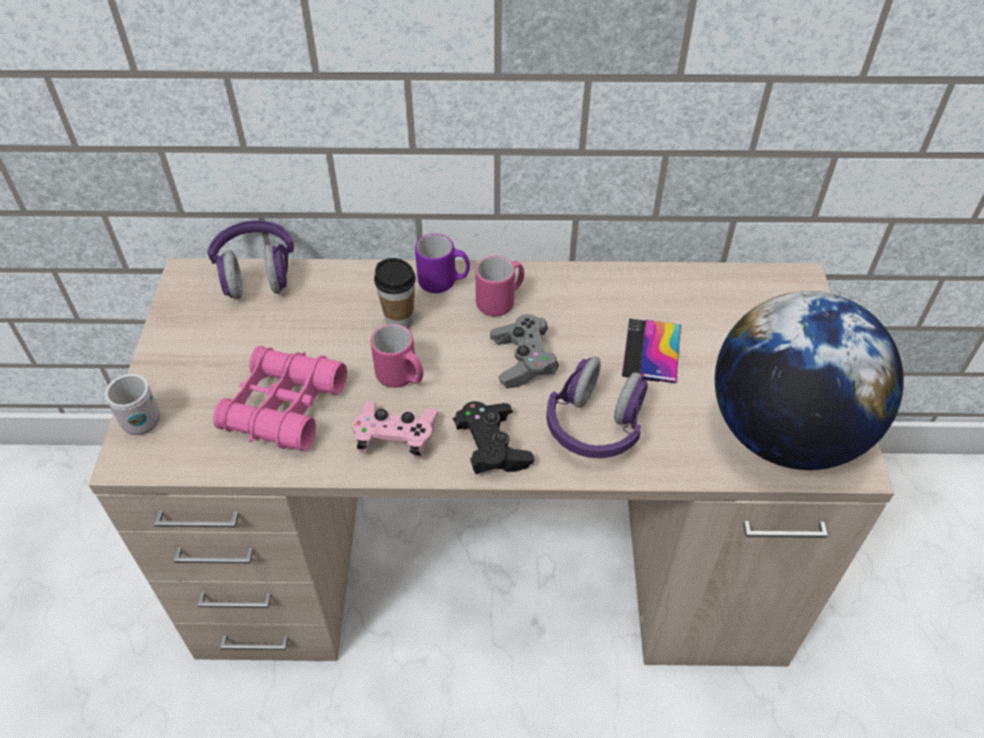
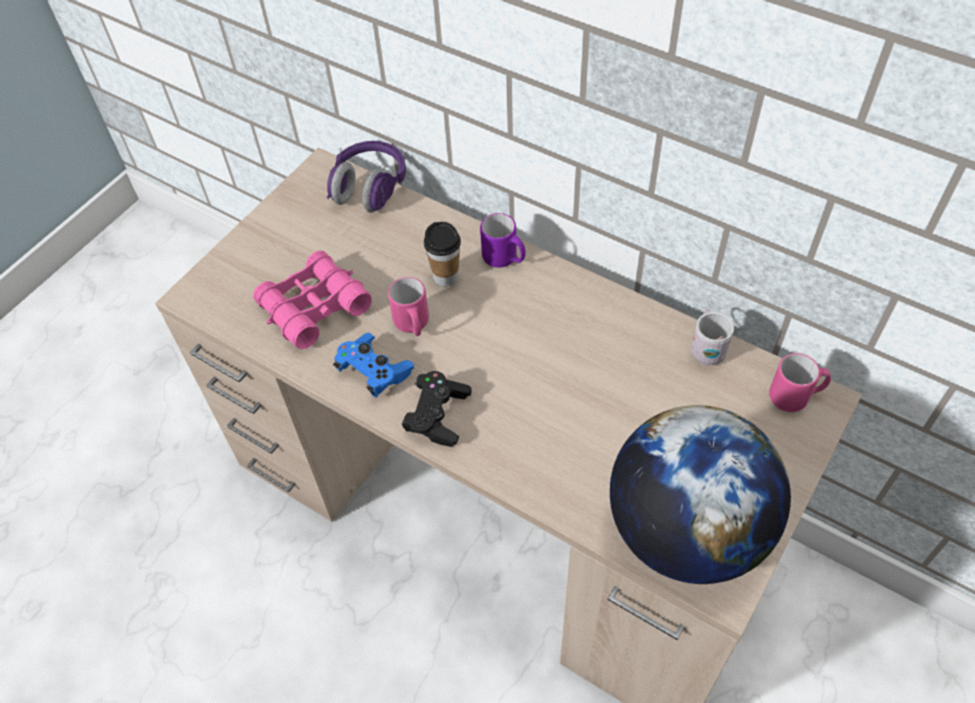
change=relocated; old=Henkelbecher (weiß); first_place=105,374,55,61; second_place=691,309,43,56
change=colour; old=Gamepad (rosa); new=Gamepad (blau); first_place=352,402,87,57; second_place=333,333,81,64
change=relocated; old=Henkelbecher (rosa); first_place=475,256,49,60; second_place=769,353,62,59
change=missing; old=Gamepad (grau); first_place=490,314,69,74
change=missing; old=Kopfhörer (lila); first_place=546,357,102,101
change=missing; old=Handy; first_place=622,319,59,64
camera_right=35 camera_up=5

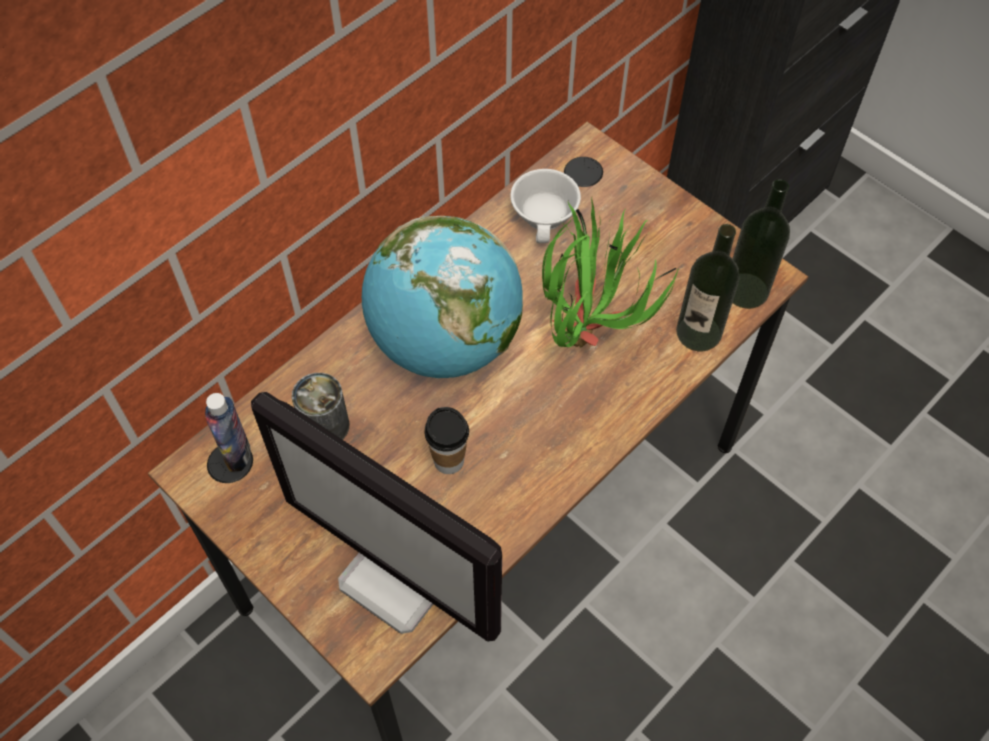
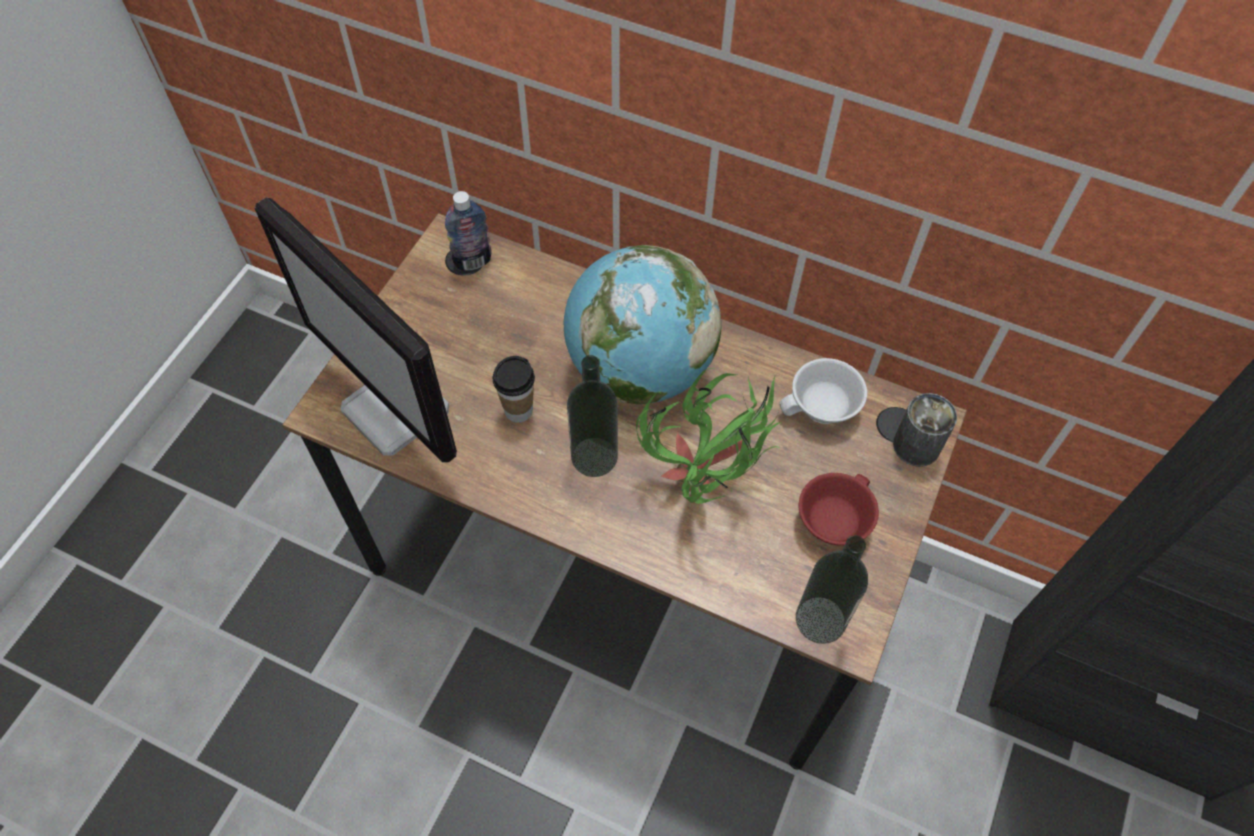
change=spun; old=Monitor; first_place=251,392,251,250; second_place=255,197,202,265; degrees=-60
change=relocated; old=Dose; first_place=292,373,58,67; second_place=893,393,64,74
change=relocated; old=Flasche; first_place=676,224,64,127; second_place=567,355,51,122
change=appeared; new=Tasse (rot); second_place=798,473,81,73
camera_right=70 camera_up=0

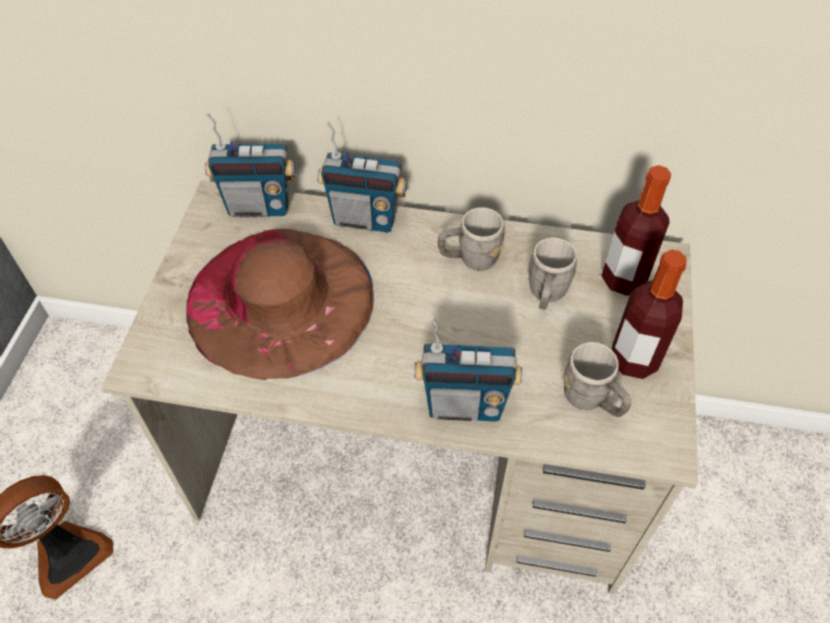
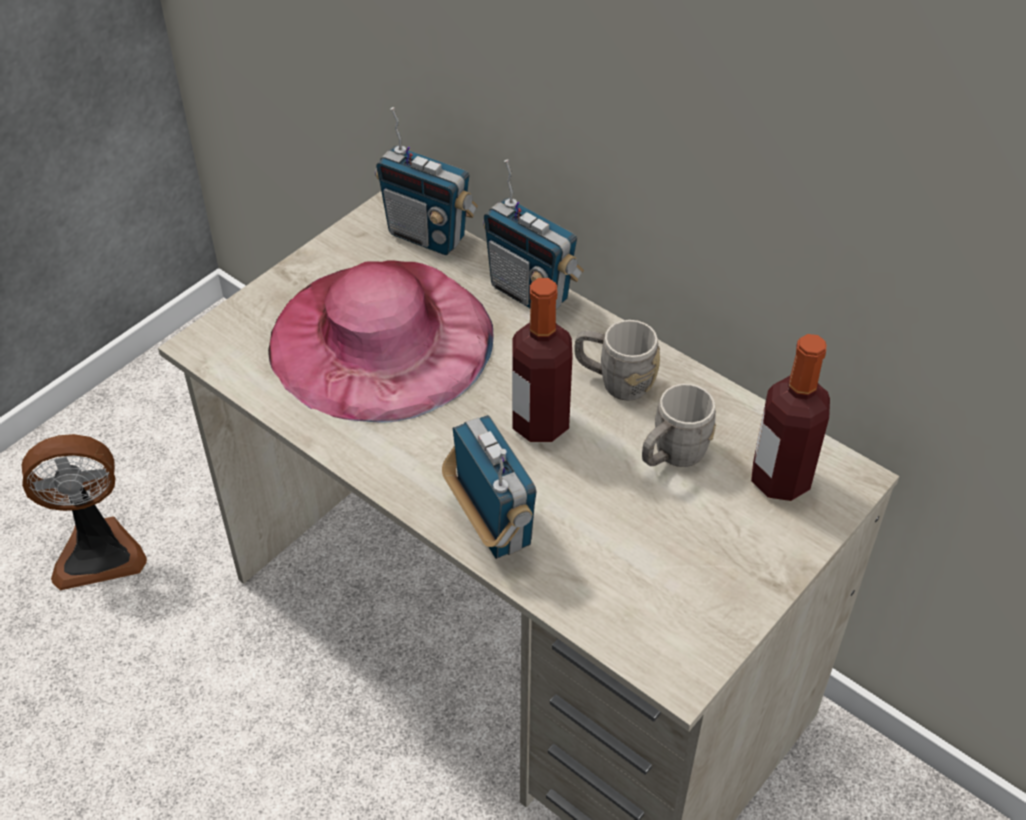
change=colour; old=Hut (braun); new=Hut (rosa); first_place=186,229,188,151; second_place=268,260,225,163
change=spun; old=Radio; first_place=414,316,109,105; second_place=442,415,94,144; degrees=-150
change=missing; old=Henkelbecher (grau); first_place=563,342,68,75
change=relocated; old=Flasche; first_place=612,249,75,130; second_place=512,278,61,164
camera_right=30 camera_up=-5

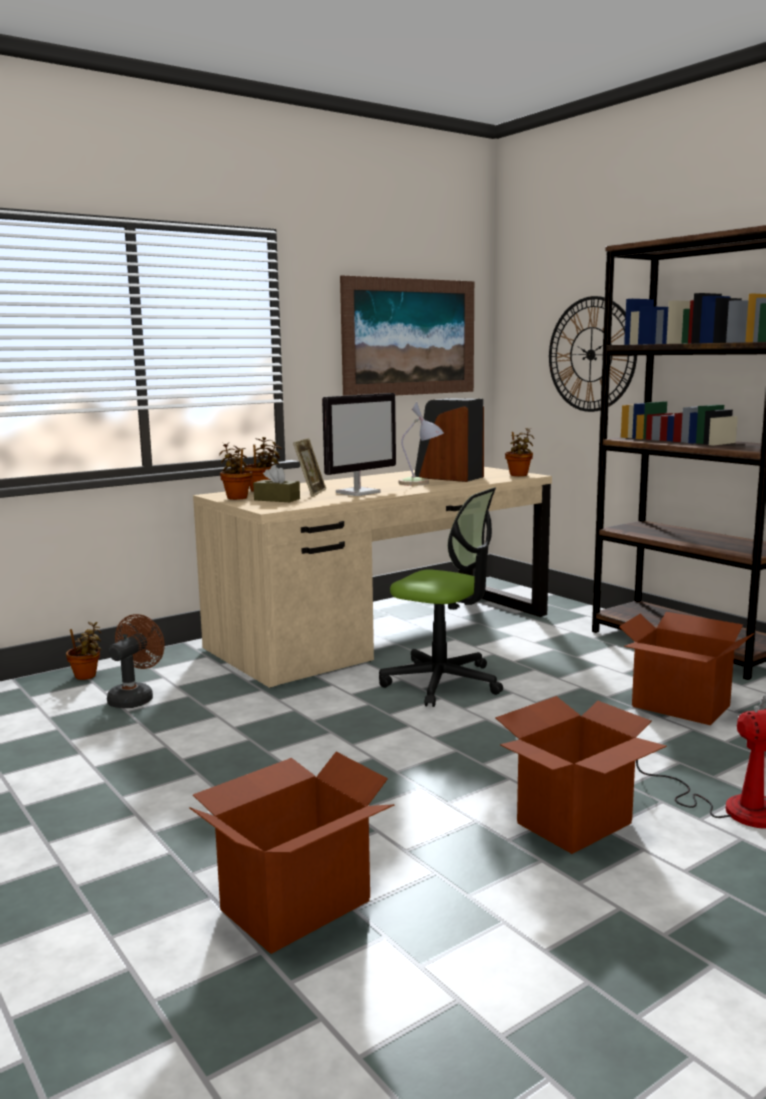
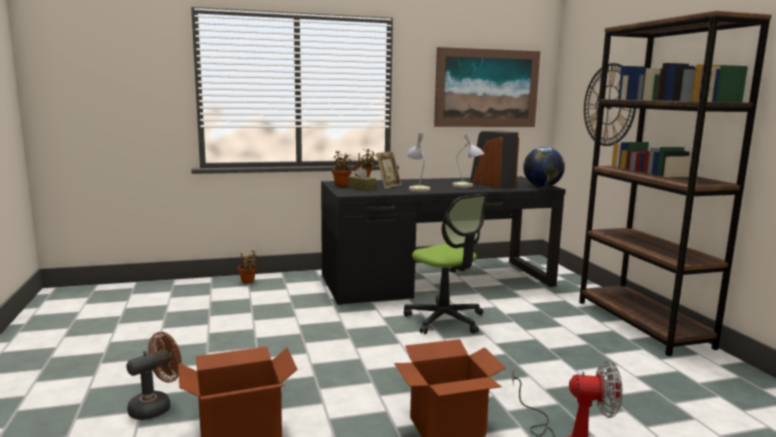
change=relocated; old=Ventilator (braun); first_place=107,614,58,94; second_place=126,332,56,88
change=colour; old=Schreibtisch (beige); new=Schreibtisch (schwarz); first_place=193,467,359,221; second_place=321,176,245,129
change=exchanged; old=Monitor; new=Tischlampe; first_place=322,393,74,103; second_place=407,133,23,59
change=exchanged; old=Topfpflanze; new=Globus; first_place=505,428,29,48; second_place=523,147,42,40
change=missing; old=Karton; first_place=619,612,135,113
camera_right=20 camera_up=0

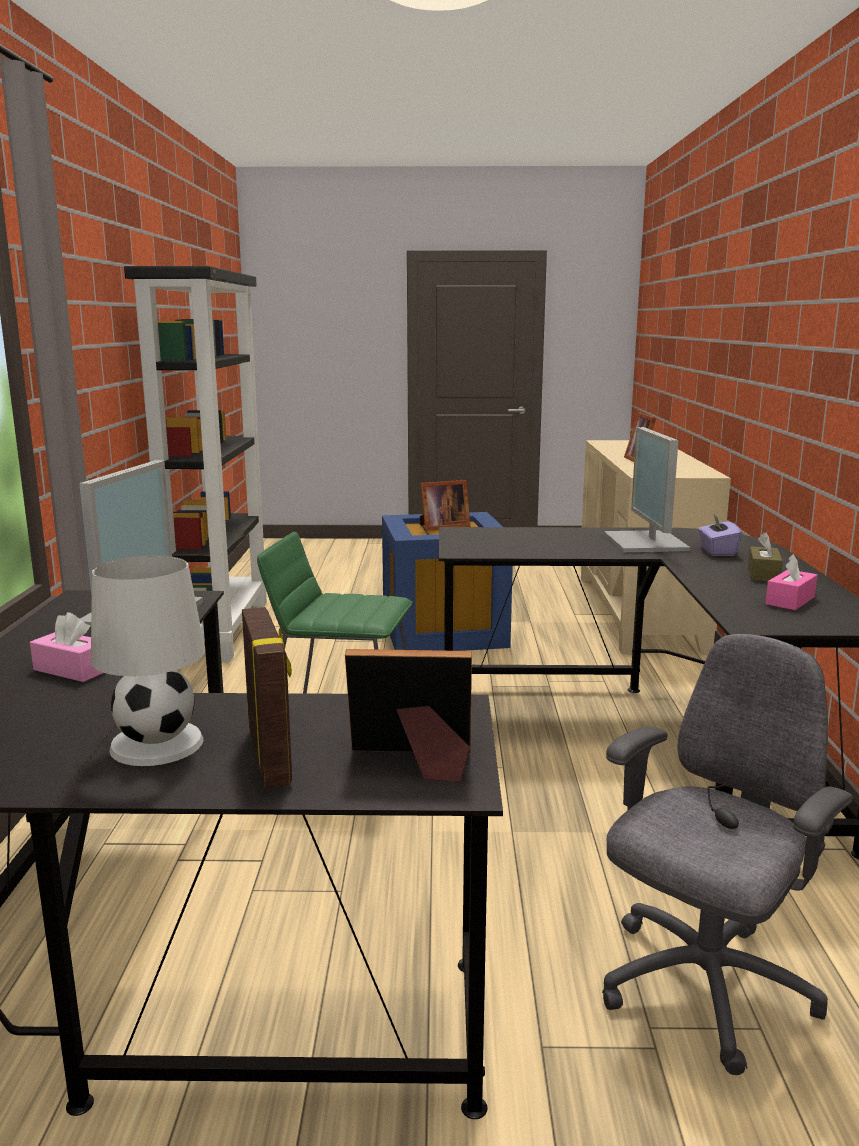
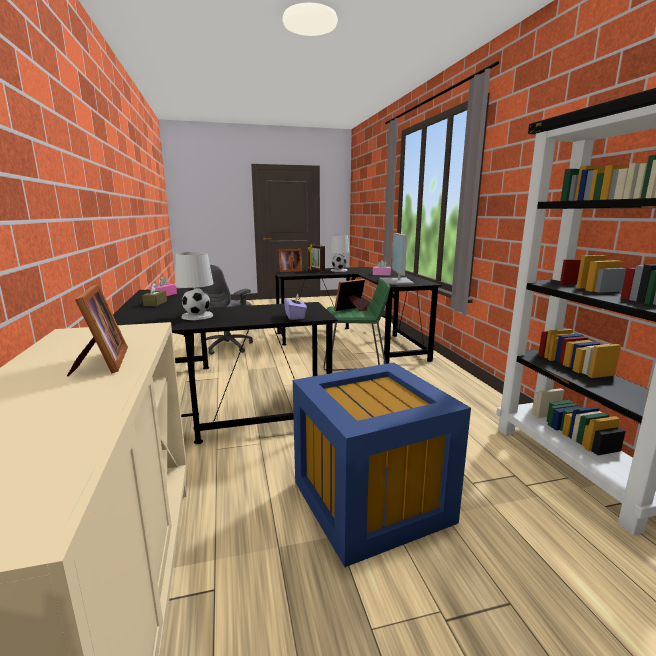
change=relocated; old=Bilderrahmen; first_place=420,480,50,51; second_place=334,279,33,32
change=exchanged; old=Monitor; new=Tischlampe (weiß); first_place=604,427,86,125; second_place=175,252,39,68
change=relocated; old=Taschentuchbox (lila); first_place=698,513,44,43; second_place=284,293,23,27
camera_right=165 camera_up=0

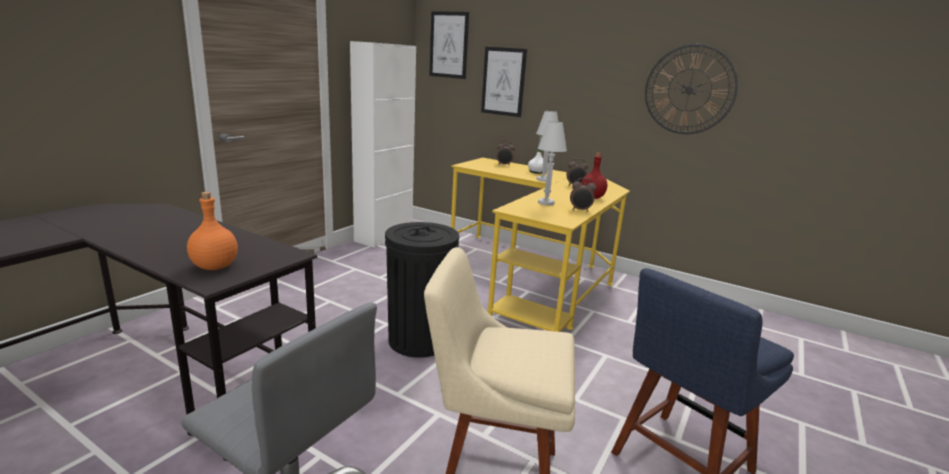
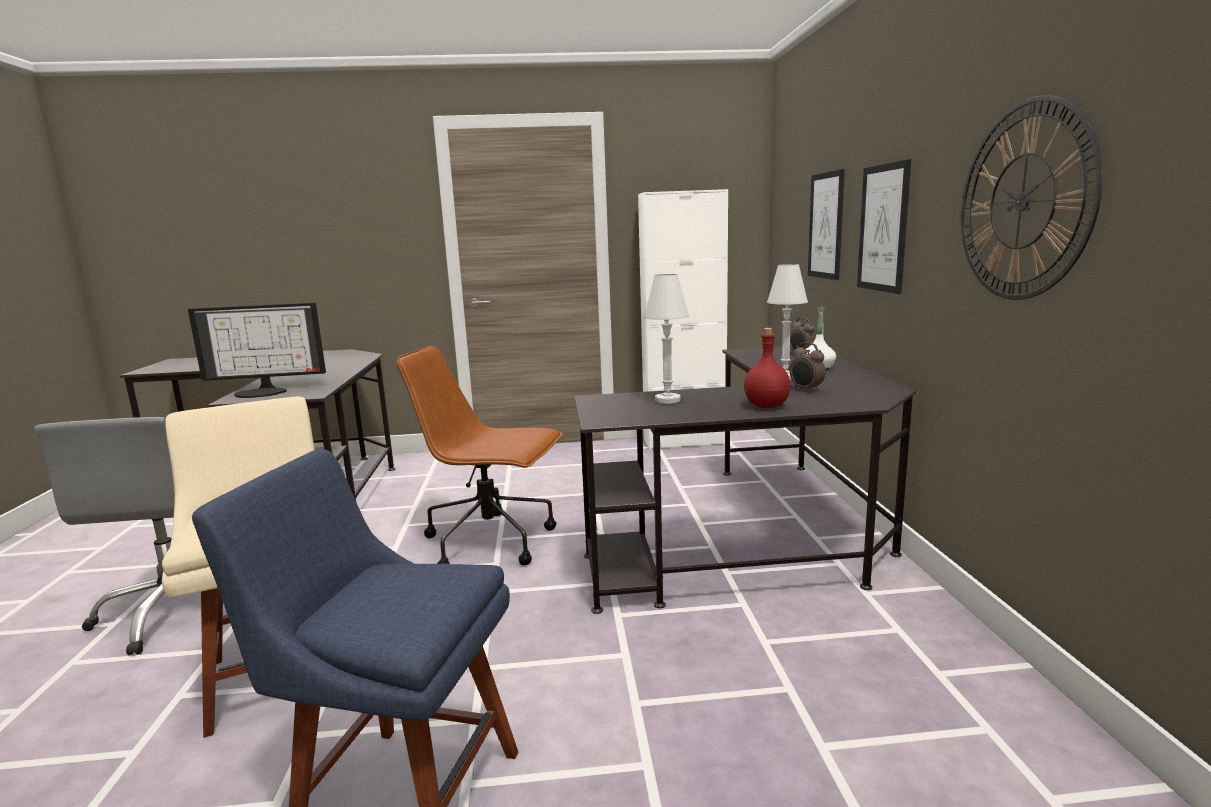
change=exchanged; old=Flasche (orange); new=Monitor; first_place=187,192,51,78; second_place=188,302,138,96
change=exchanged; old=Mülleimer (schwarz); new=Bürostuhl (braun); first_place=385,222,74,136; second_place=396,346,167,220
change=relocated; old=Bild; first_place=429,11,40,68; second_place=857,159,54,135
change=colour; old=Schreibtisch (gelb); new=Schreibtisch (schwarz); first_place=451,158,179,174; second_place=574,347,342,267
change=missing; old=Wecker; first_place=570,178,26,34
camera_right=55 camera_up=-5

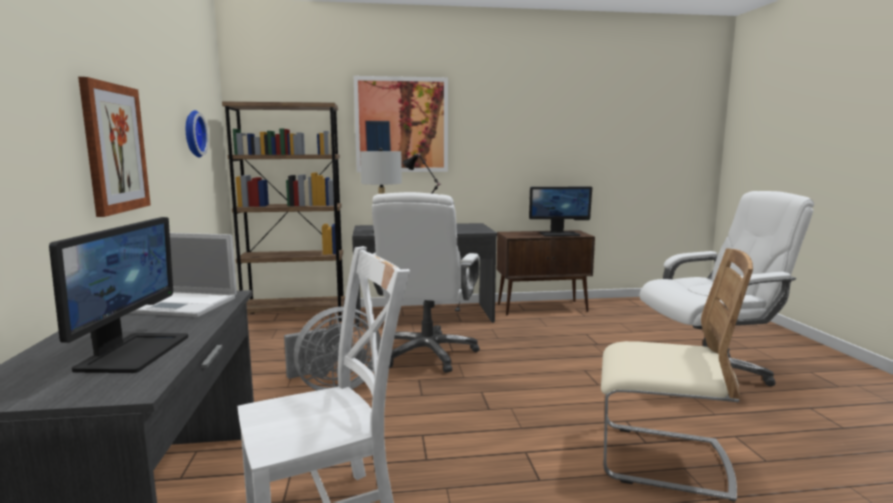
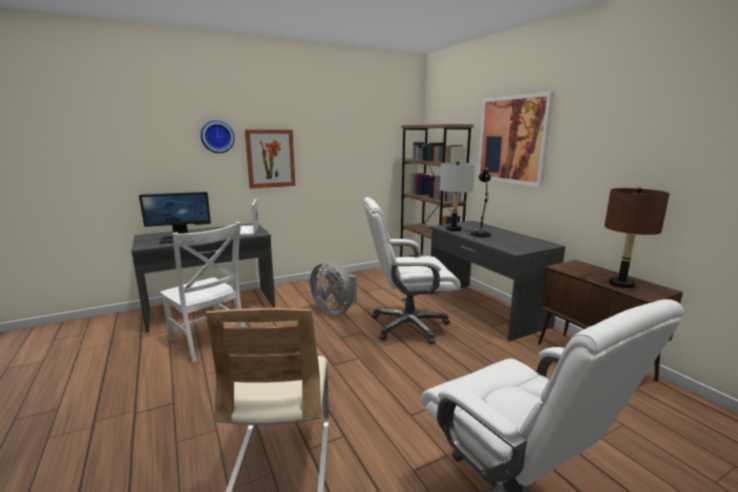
change=relocated; old=Wanduhr; first_place=186,110,22,48; second_place=201,120,34,33
change=exchanged; old=Monitor; new=Tischlampe (braun); first_place=529,187,63,50; second_place=604,187,66,101
camera_right=70 camera_up=5

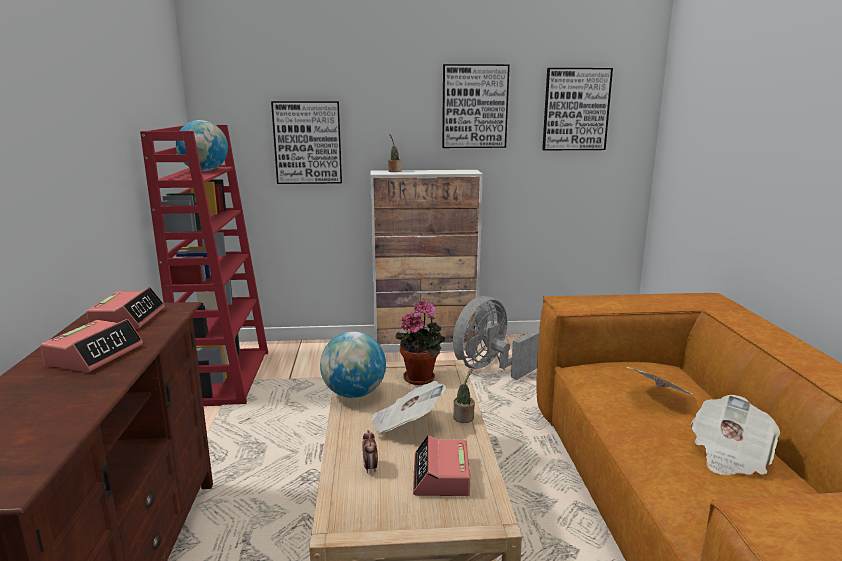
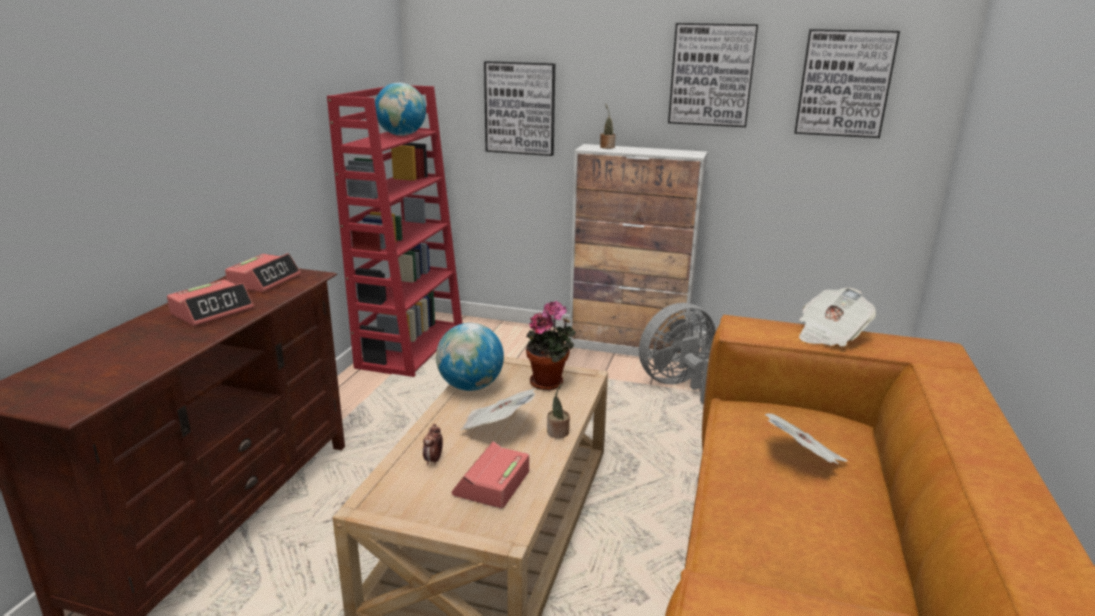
change=relocated; old=Zeitung; first_place=691,395,89,80; second_place=799,288,77,59
camera_right=20 camera_up=5

